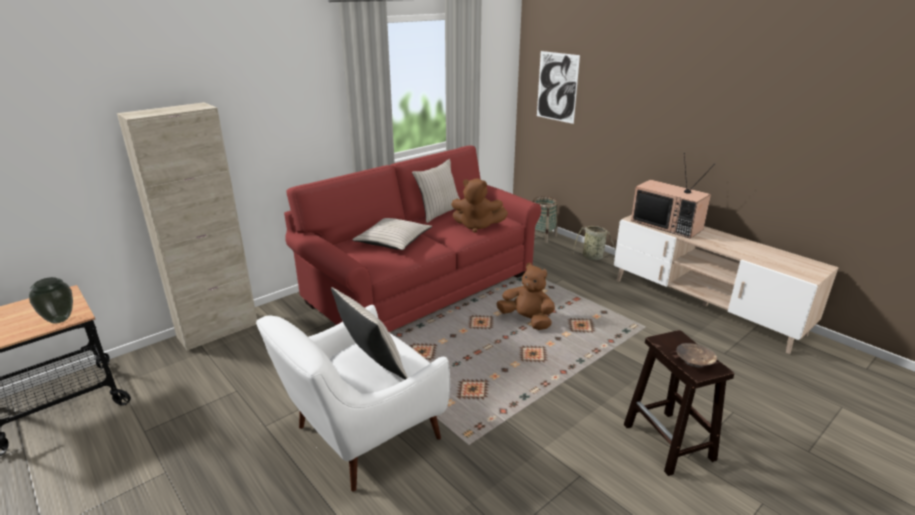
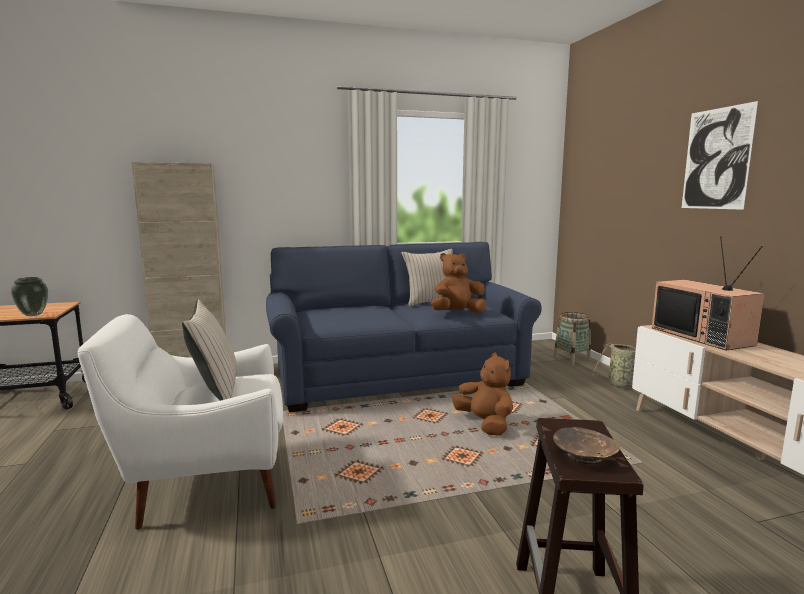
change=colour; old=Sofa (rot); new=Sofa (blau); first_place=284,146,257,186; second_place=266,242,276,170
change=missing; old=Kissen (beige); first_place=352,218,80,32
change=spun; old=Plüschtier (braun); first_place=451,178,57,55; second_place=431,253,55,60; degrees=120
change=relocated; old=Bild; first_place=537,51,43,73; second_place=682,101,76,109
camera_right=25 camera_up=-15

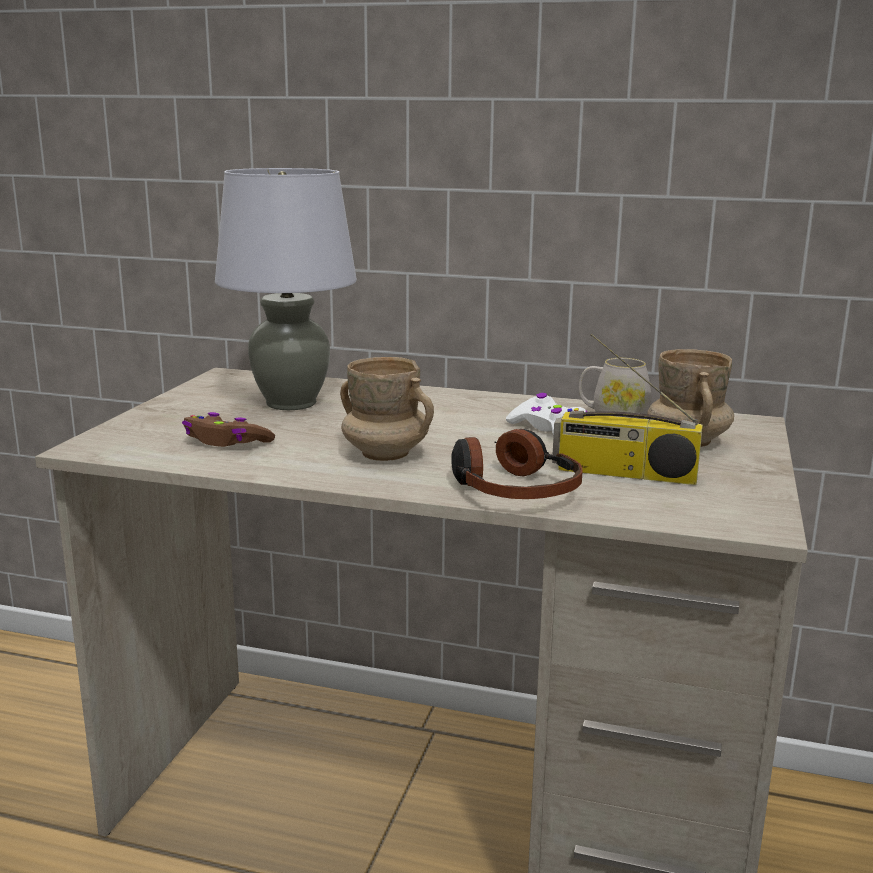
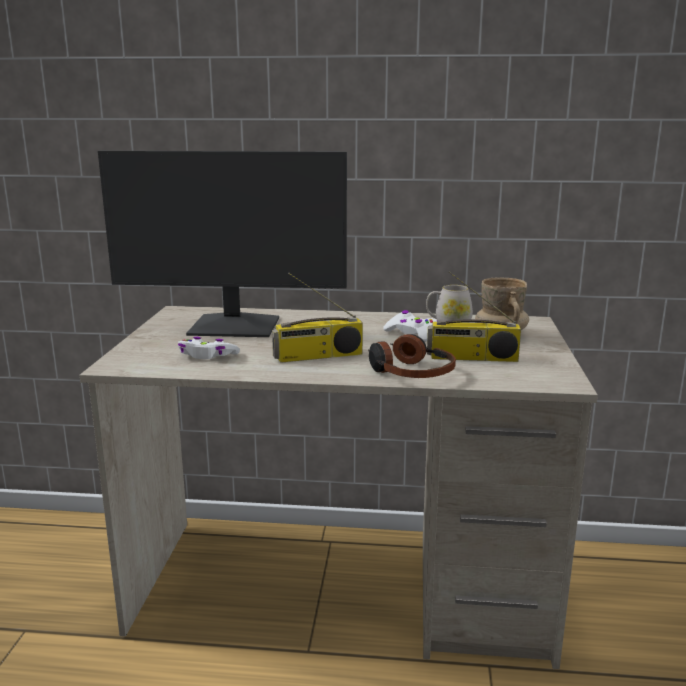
change=colour; old=Gamepad (braun); new=Gamepad (weiß); first_place=182,412,93,35; second_place=178,337,62,22
change=exchanged; old=Tischlampe (grau); new=Monitor; first_place=215,168,142,242; second_place=98,151,249,186
change=exchanged; old=Henkelbecher (beige); new=Radio; first_place=340,357,94,104; second_place=272,273,91,90
camera_right=-10 camera_up=0

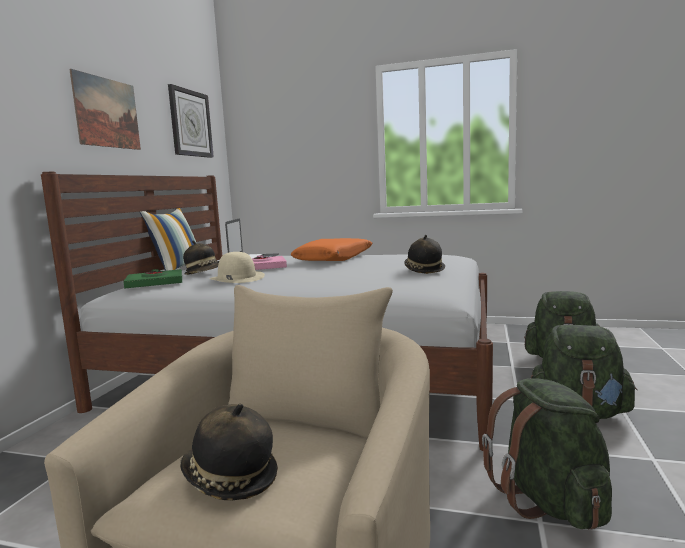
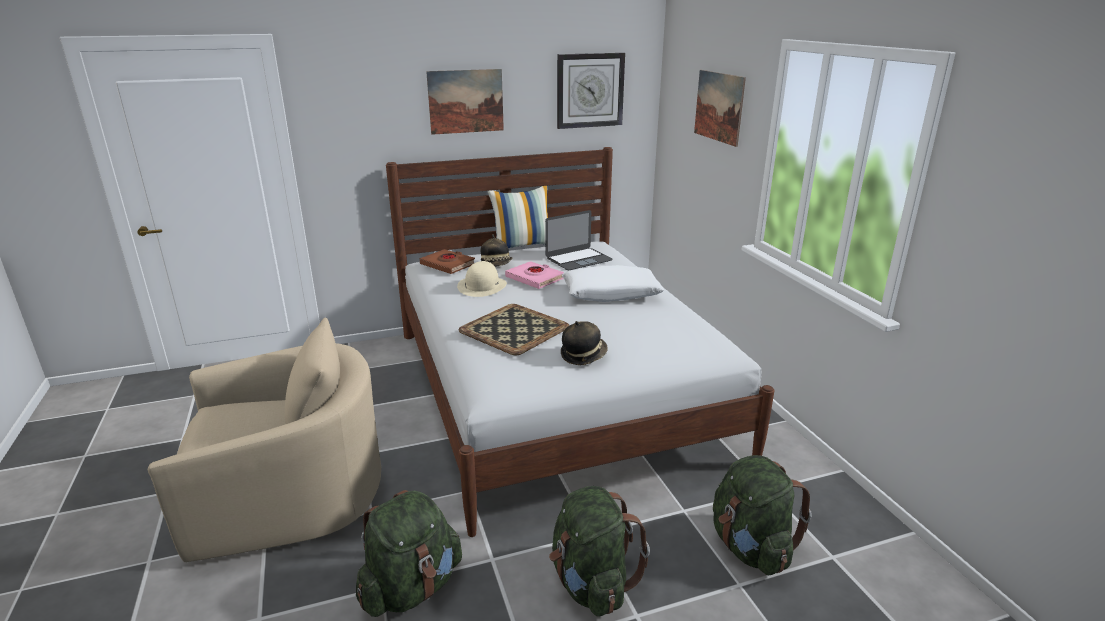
change=colour; old=Buch (grün); new=Buch (braun); first_place=123,269,59,20; second_place=420,249,55,25
change=missing; old=Hut; first_place=180,404,98,96
change=colour; old=Kissen (orange); new=Kissen (weiß); first_place=290,238,83,23; second_place=563,265,101,37
change=appeared; new=Tablett; second_place=458,304,111,51
change=appeared; new=Bild; second_place=694,70,52,77
camera_right=55 camera_up=15

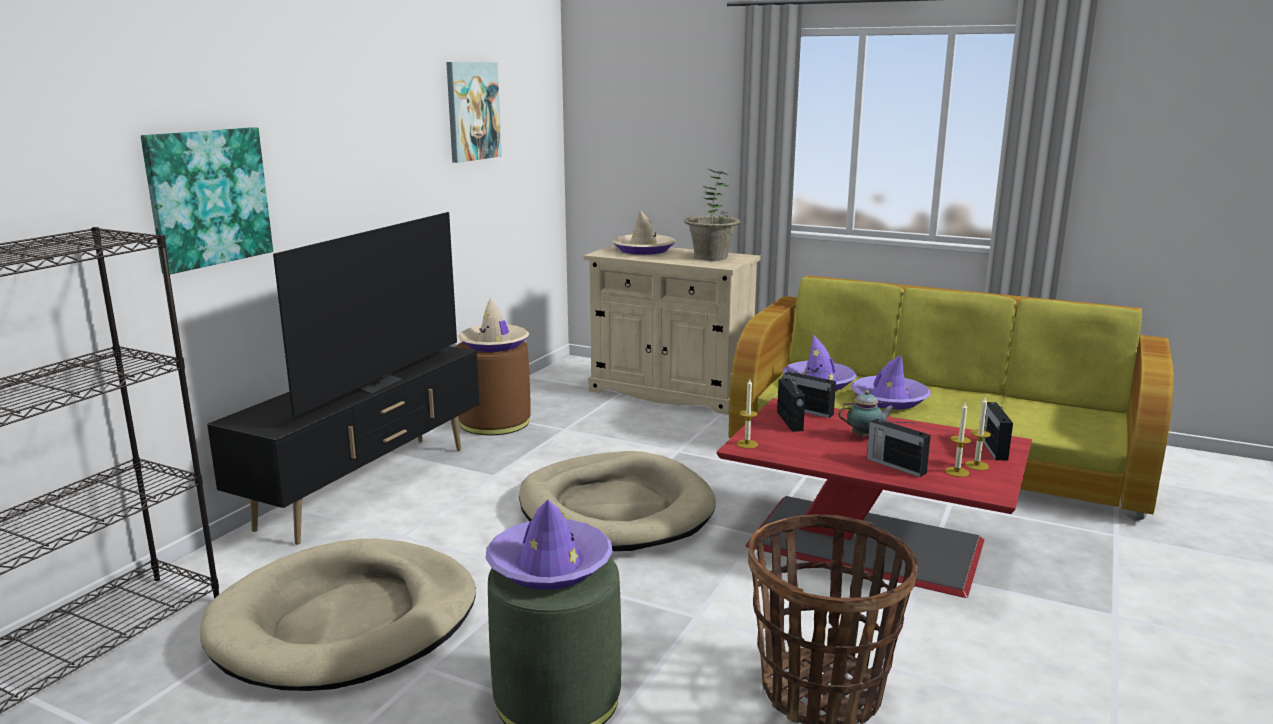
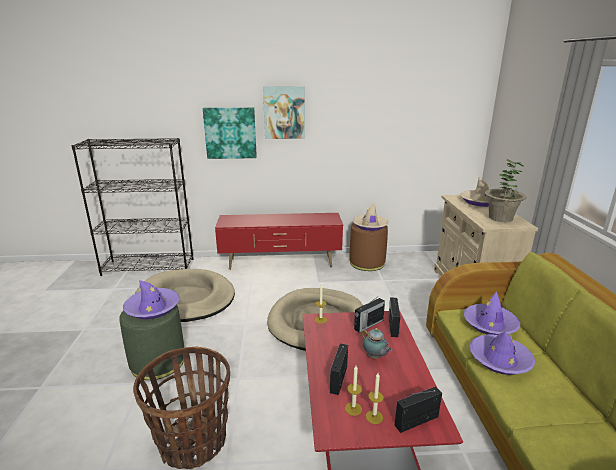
change=colour; old=Fernsehschrank (schwarz); new=Fernsehschrank (rot); first_place=207,346,273,199; second_place=215,213,128,57
change=missing; old=Fernseher; first_place=273,212,184,205
change=relocated; old=Bild; first_place=446,62,56,101; second_place=263,86,42,53
camera_right=60 camera_up=5

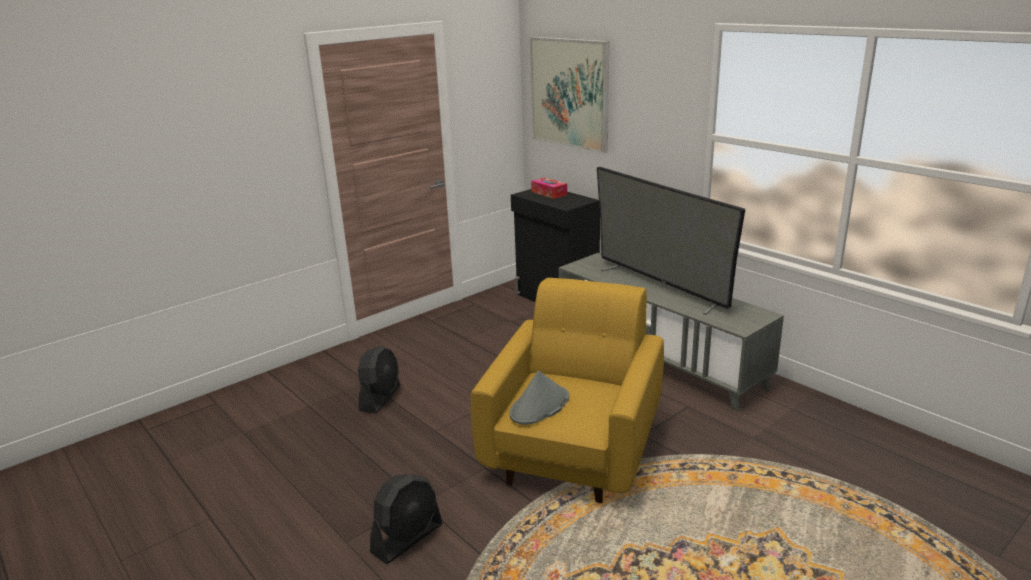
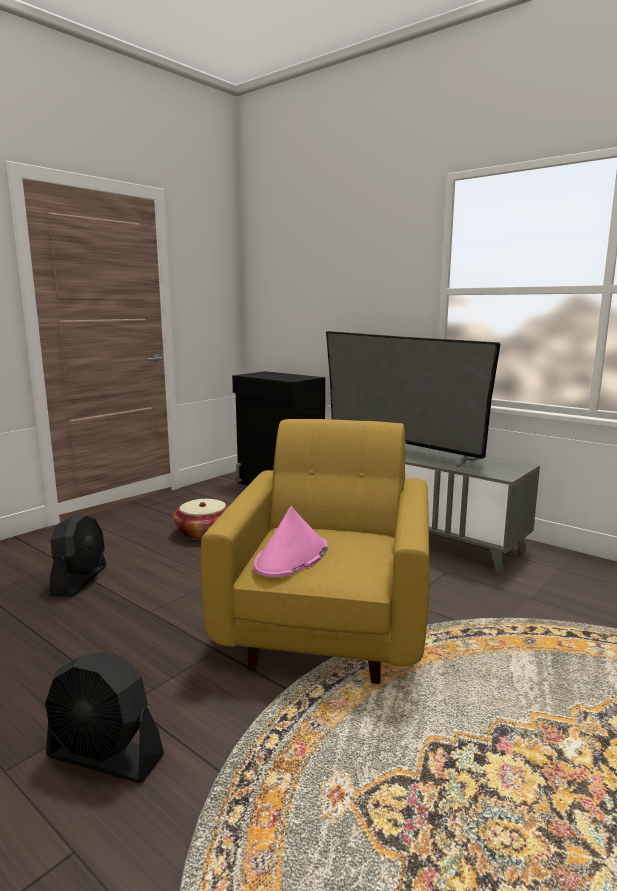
change=spun; old=Ventilator (schwarz); first_place=370,474,72,90; second_place=45,652,119,131; degrees=75
change=colour; old=Hut (grau); new=Hut (rosa); first_place=509,371,60,54; second_place=253,506,75,71
change=missing; old=Bild; first_place=530,37,79,116
change=missing; old=Taschentuchbox; first_place=531,177,36,22
change=appeared; new=Korb; second_place=173,499,56,41
camera_right=-10 camera_up=-10

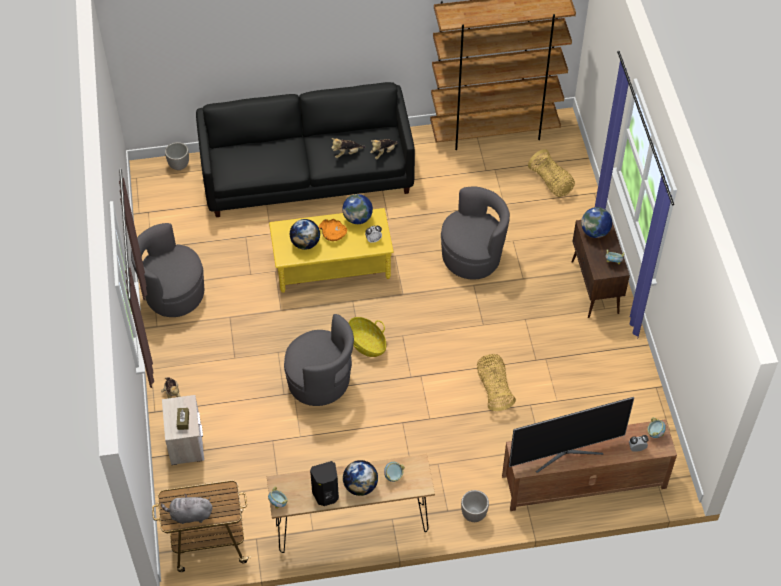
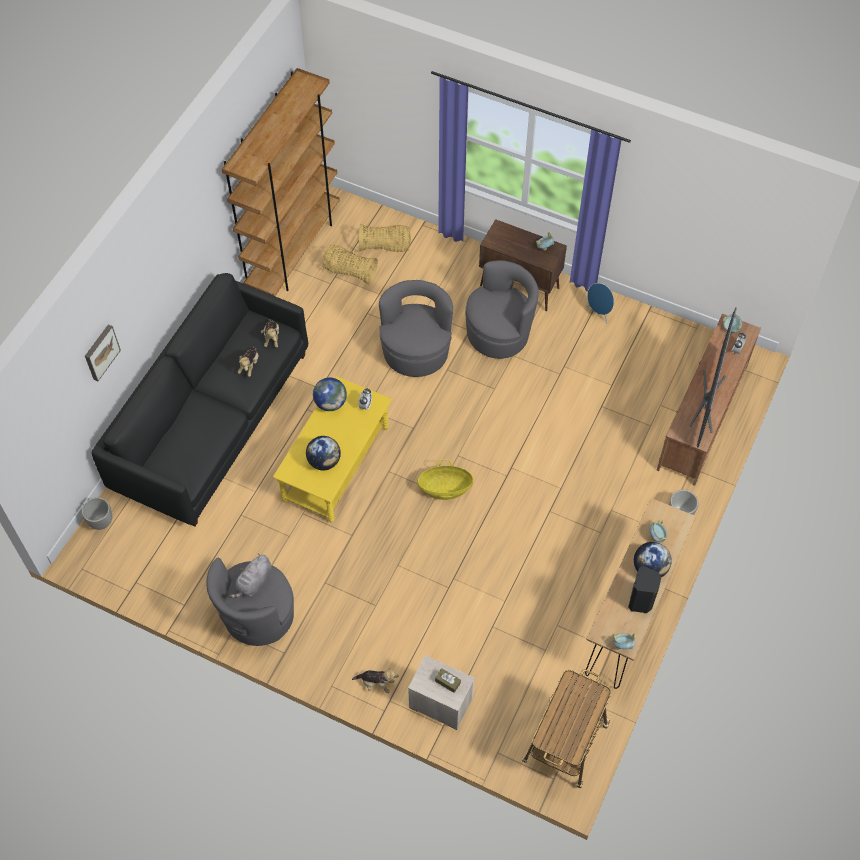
change=relocated; old=Plüschtier (grau); first_place=161,494,51,30; second_place=229,553,43,45
change=relocated; old=Sessel (grau); first_place=284,314,70,92; second_place=465,260,74,99
change=missing; old=Schüssel (orange); first_place=319,219,28,22
change=relocated; old=Korb; first_place=477,354,39,57; second_place=322,245,56,40
change=missing; old=Globus; first_place=581,207,31,31
change=appeared; new=Bild; second_place=85,324,36,57
change=appeared; new=Lautsprecher (blau); second_place=586,283,28,41
camera_right=-55 camera_up=5

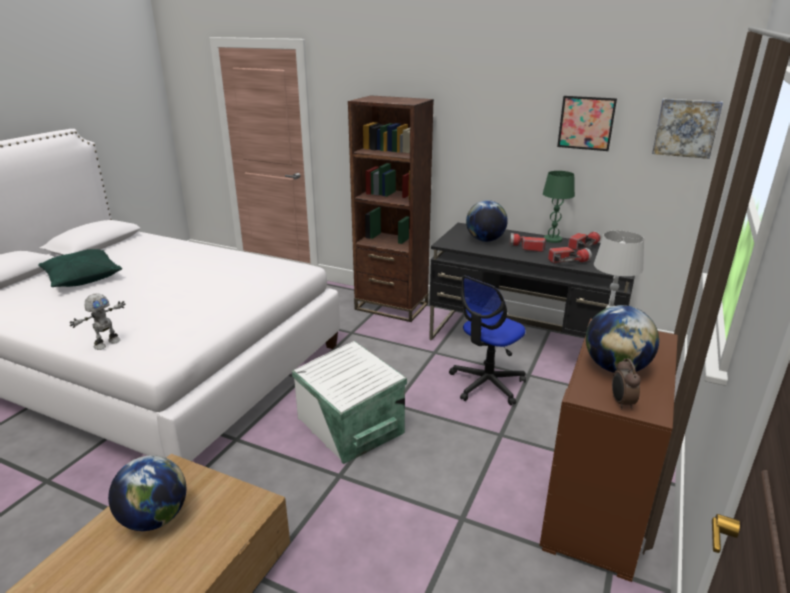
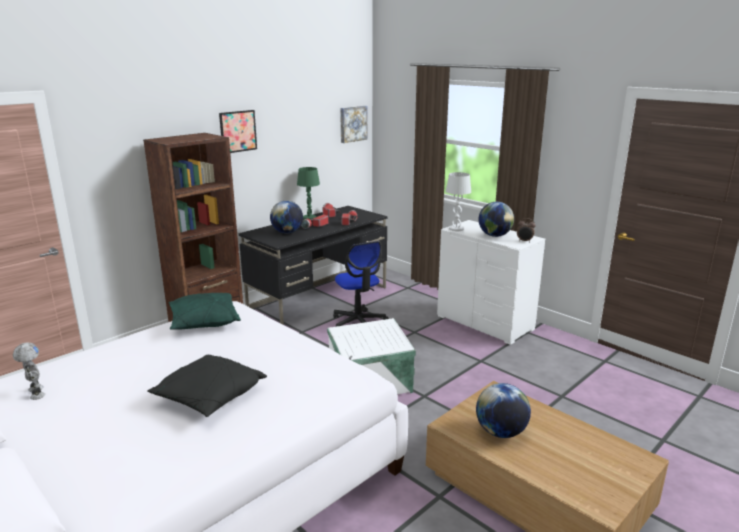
change=relocated; old=Kissen (grün); first_place=38,249,84,38; second_place=169,293,72,37
change=relocated; old=Spielzeugroboter; first_place=70,293,56,57; second_place=13,342,32,58
change=colour; old=Kommode (braun); new=Kommode (weiß); first_place=540,319,138,263; second_place=437,220,108,125
change=relocated; old=Bild; first_place=557,96,60,55; second_place=219,110,38,43
change=appeared; new=Kissen (schwarz); second_place=147,355,120,62
camera_right=-70 camera_up=-5

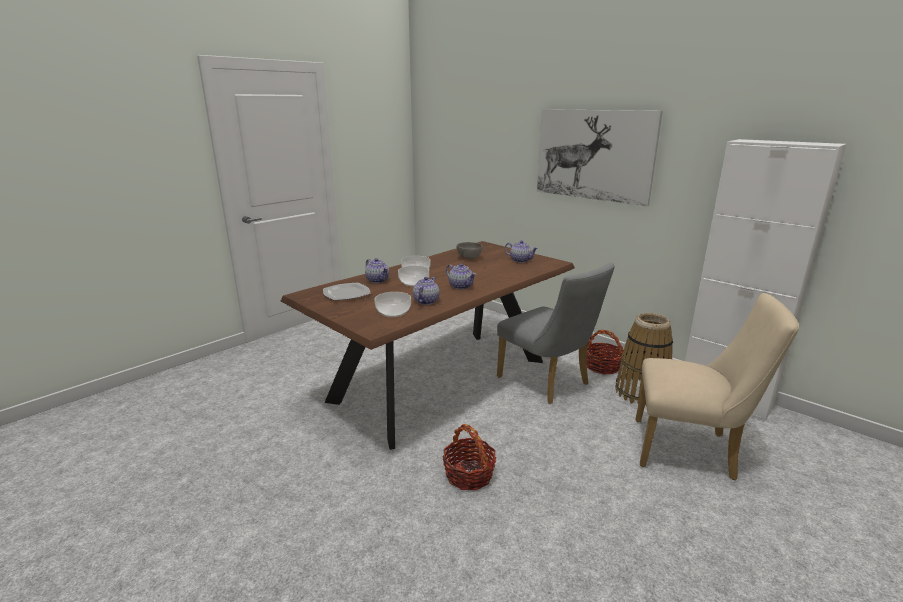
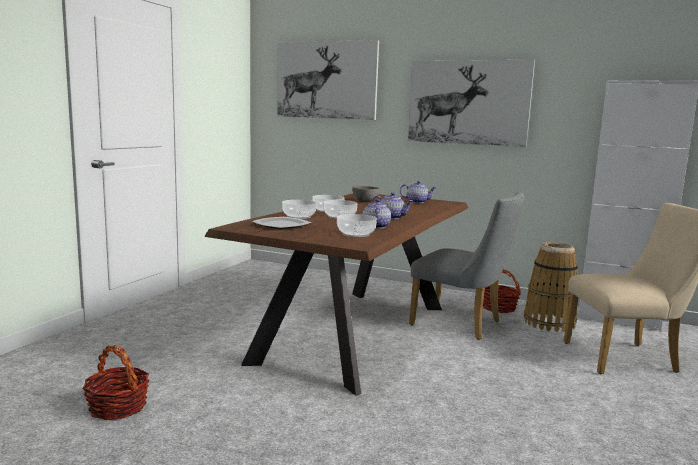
change=exchanged; old=Teekanne; new=Schüssel; first_place=365,258,24,25; second_place=282,200,35,19
change=relocated; old=Korb; first_place=443,424,53,66; second_place=82,345,68,75
change=appeared; new=Bild; second_place=277,40,102,80
camera_right=-20 camera_up=-10

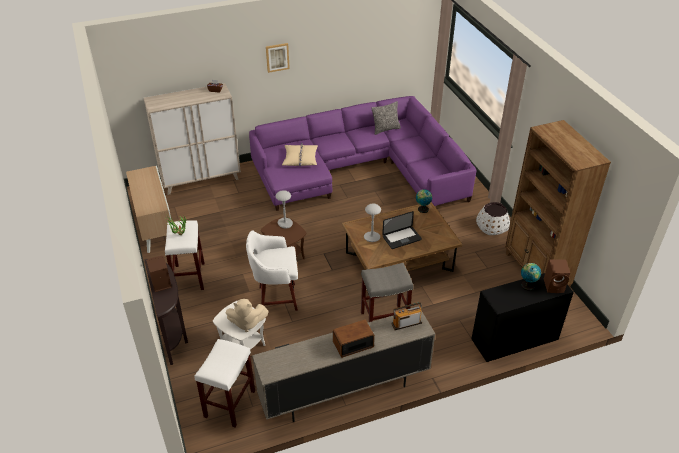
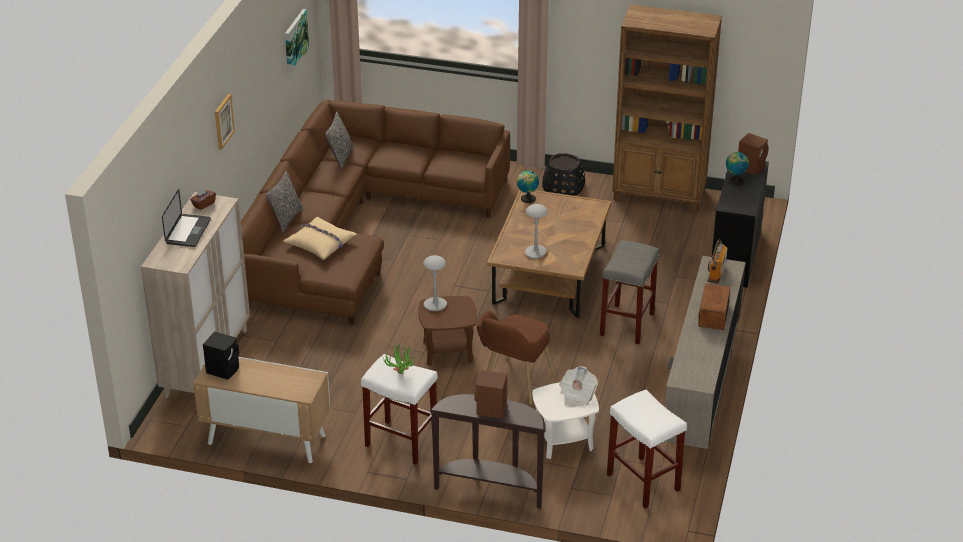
change=exchanged; old=Plüschtier (beige); new=Zeitung; first_place=226,299,43,33; second_place=560,366,38,42
change=exchanged; old=Hocker (weiß); new=Sessel (braun); first_place=246,230,52,81; second_place=477,310,79,95
change=colour; old=Sofa (lila); new=Sofa (braun); first_place=249,96,228,115; second_place=241,100,269,225
change=relocated; old=Laptop; first_place=382,211,40,38; second_place=162,189,49,58
change=colour; old=Pflanzkübel (weiß); new=Pflanzkübel (schwarz); first_place=476,202,34,33; second_place=542,153,43,43
change=appeared; new=Lautsprecher (schwarz); second_place=203,331,36,49
change=appeared; new=Kissen; second_place=266,171,37,62
change=appeared; new=Bild; second_place=285,9,24,65
camera_right=-55 camera_up=-5

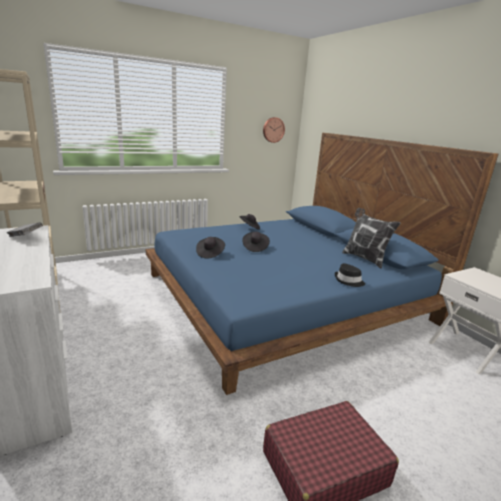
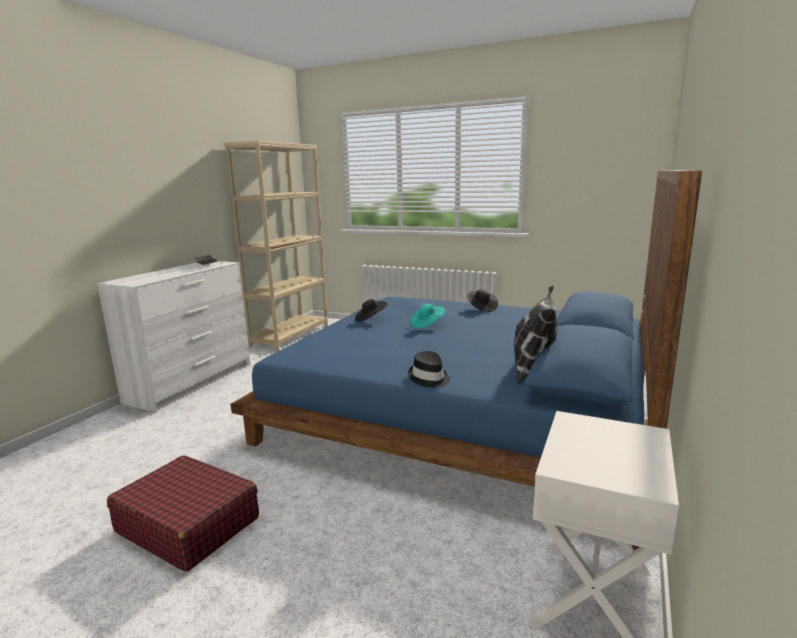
change=colour; old=Hut (schwarz); new=Hut (türkis); first_place=242,232,28,20; second_place=410,304,35,25
change=missing; old=Wanduhr; first_place=263,117,22,26
camera_right=55 camera_up=-5

